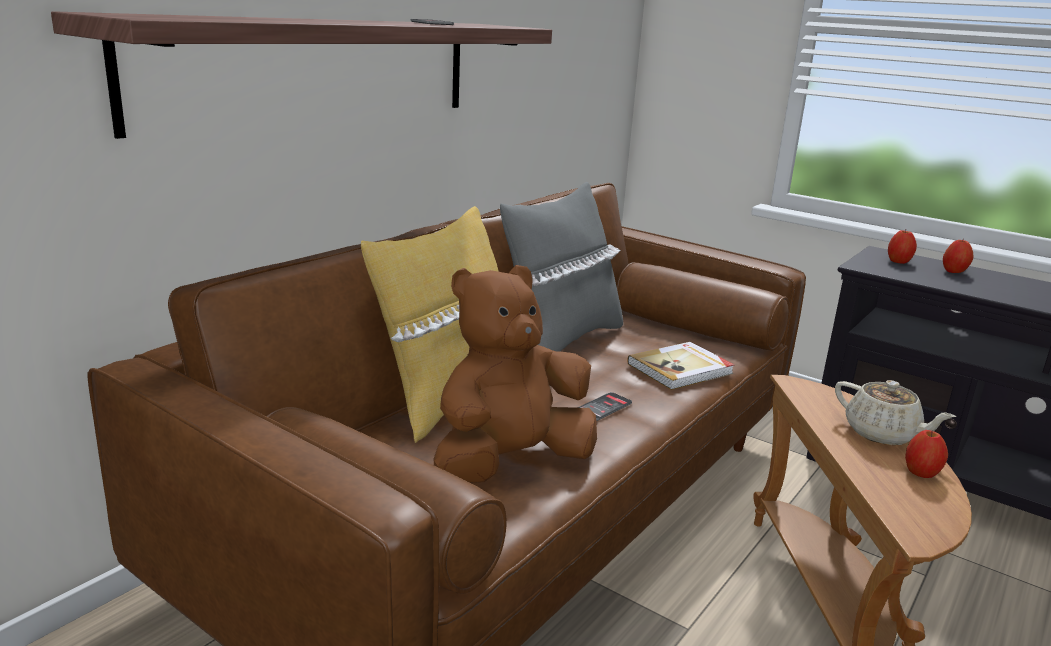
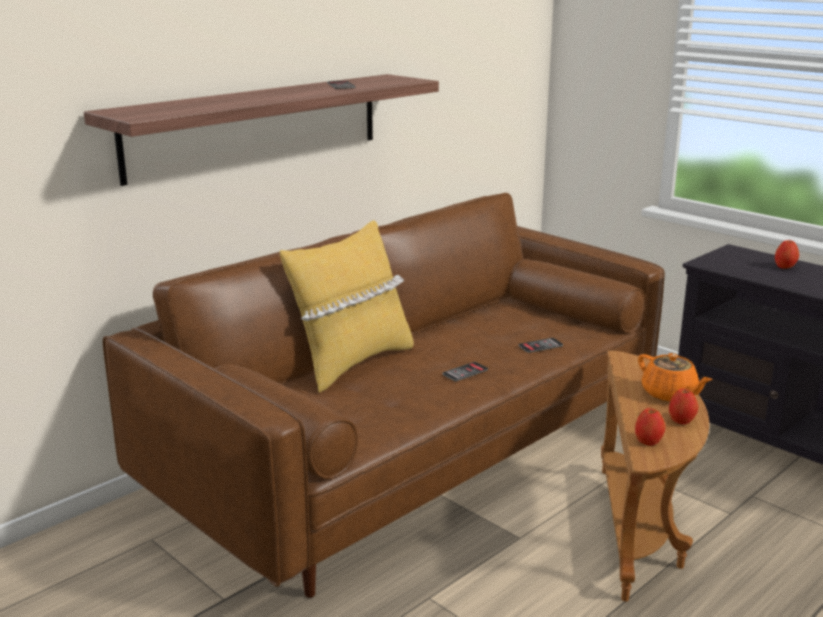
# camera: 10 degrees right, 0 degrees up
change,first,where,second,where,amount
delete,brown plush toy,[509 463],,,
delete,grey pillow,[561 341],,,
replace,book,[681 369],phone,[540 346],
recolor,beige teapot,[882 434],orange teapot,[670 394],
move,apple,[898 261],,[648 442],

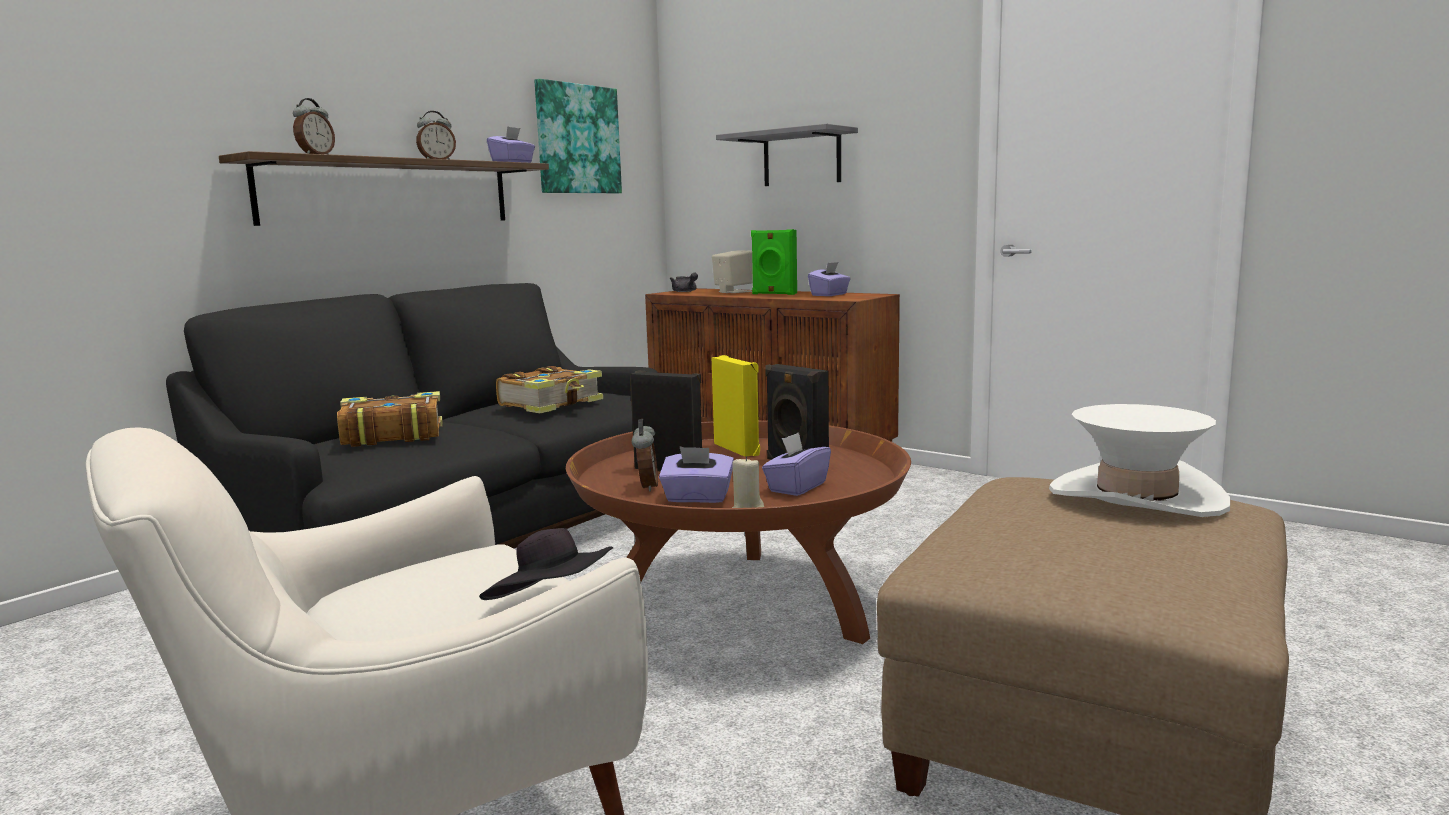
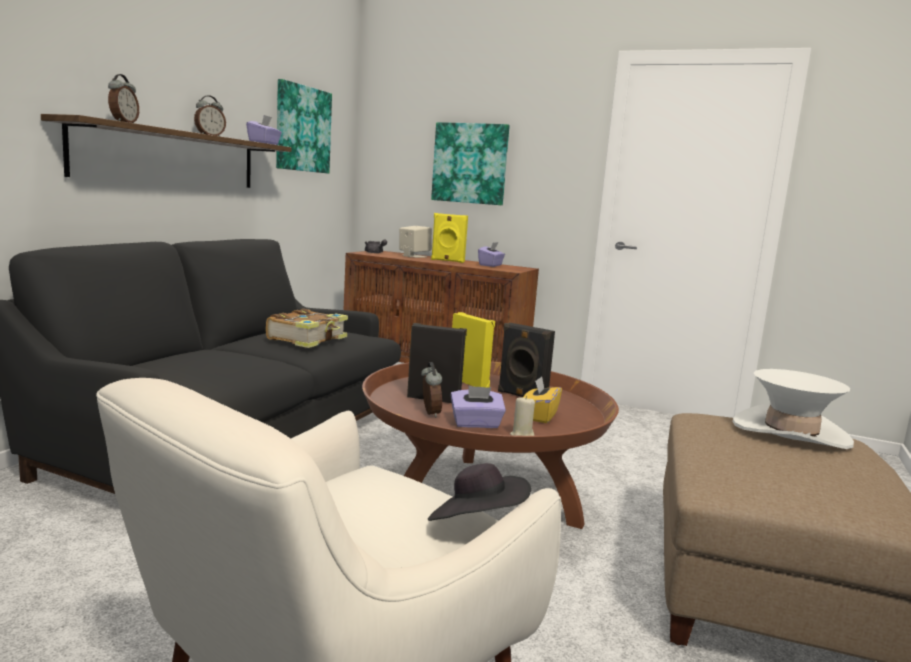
# camera: 15 degrees left, 0 degrees up
change,first,where,second,where,amount
delete,book,[391 435],,,
replace,grey shelf,[802 158],picture,[470 163],
recolor,green speaker,[774 294],yellow speaker,[447 261],
recolor,purple tissue box,[796 487],yellow tissue box,[539 416],

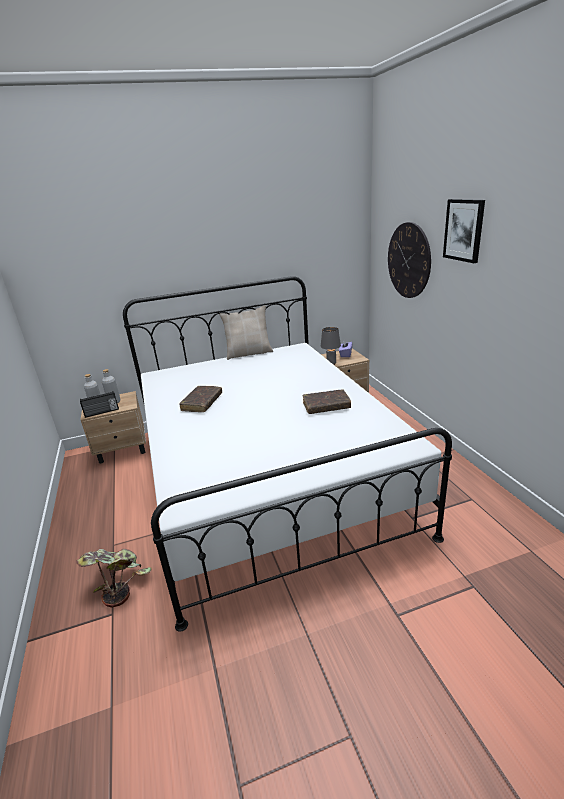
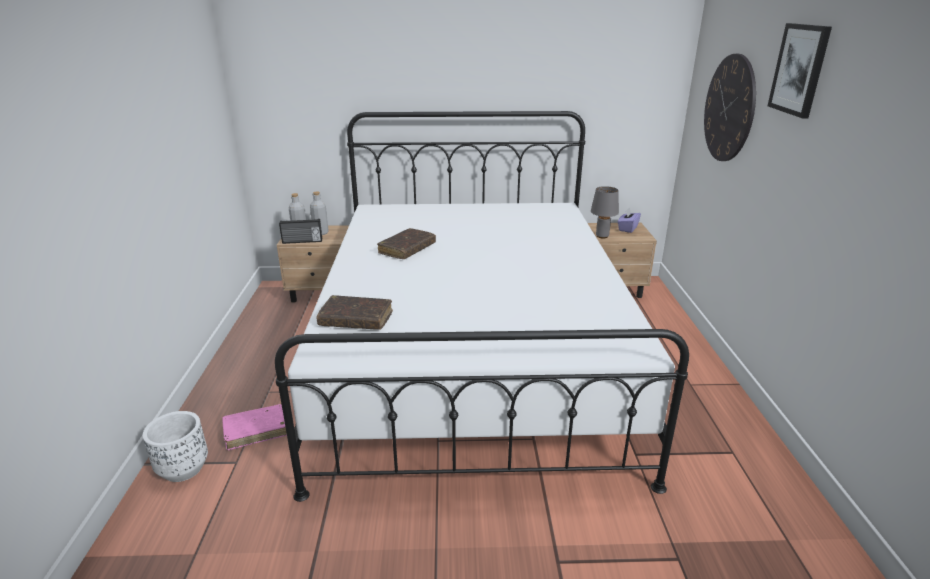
# camera: 15 degrees right, 0 degrees up
change,first,where,second,where,amount
replace,potted plant,[118 582],pink book,[256 431],
delete,beige pillow,[248 353],,,
move,brown book,[326 406],,[356 320],
insert,,,white planter,[183 469],

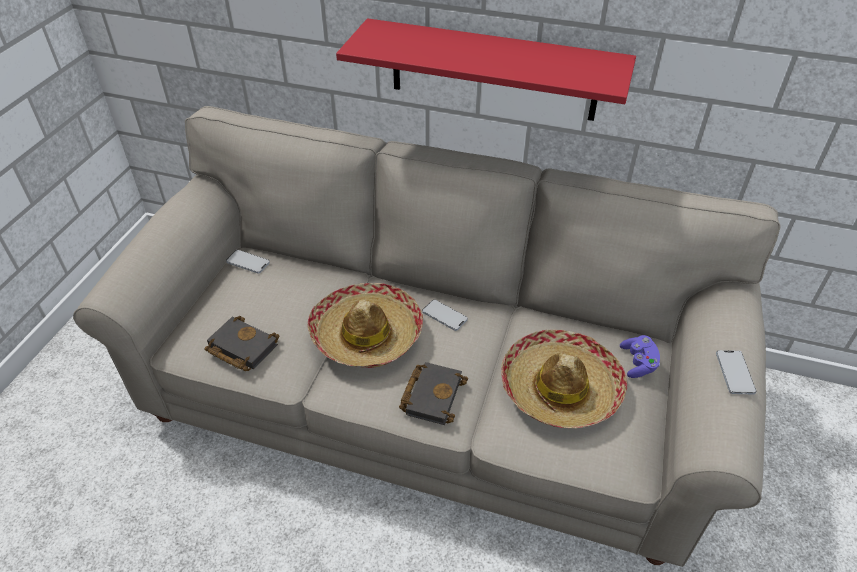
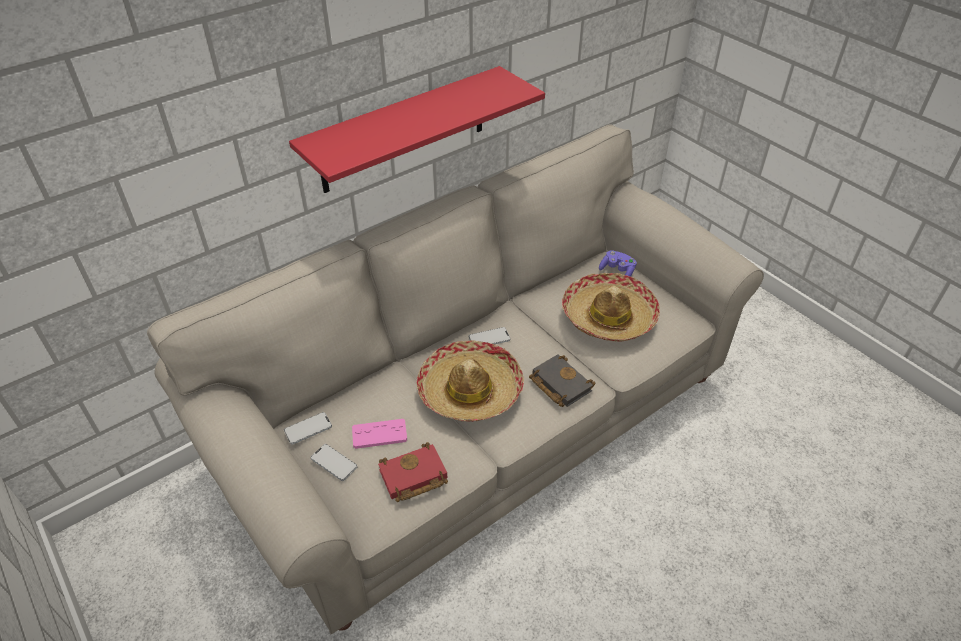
# camera: 55 degrees left, 0 degrees up
change,first,where,second,where,amount
recolor,black book,[240 348],red book,[412 477],
move,phone,[735 373],,[334 463],
insert,,,pink game controller,[379 434],

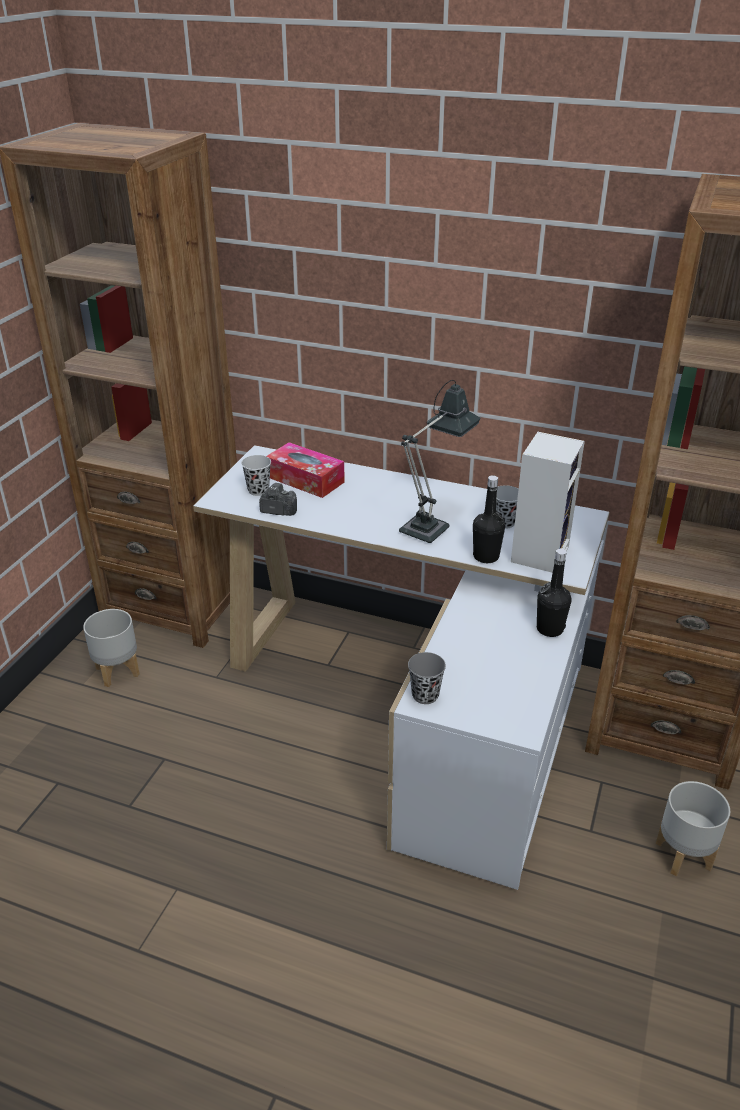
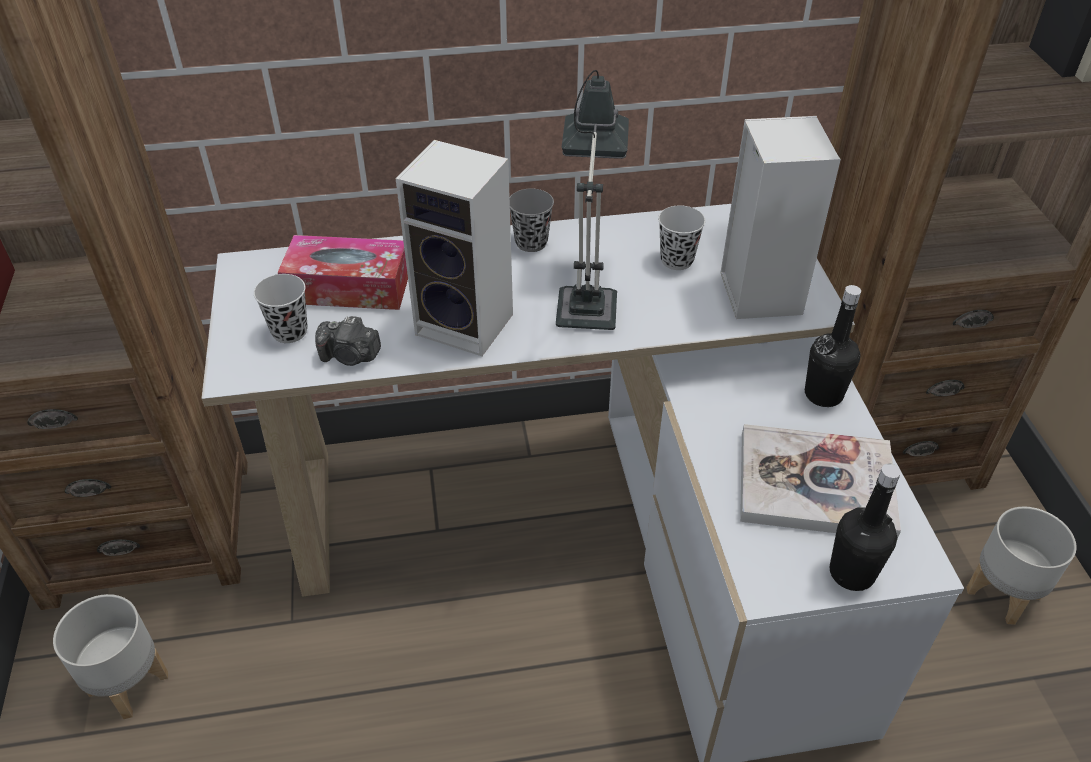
# camera: 30 degrees left, 10 degrees up
change,first,where,second,where,amount
rotate,photo camera,[278 510],,[350 356],150 degrees counterclockwise
move,grey cup,[425 695],,[531 242],
move,black bottle,[486 556],,[851 573],
insert,,,speaker,[468 324],
insert,,,book,[815 484],

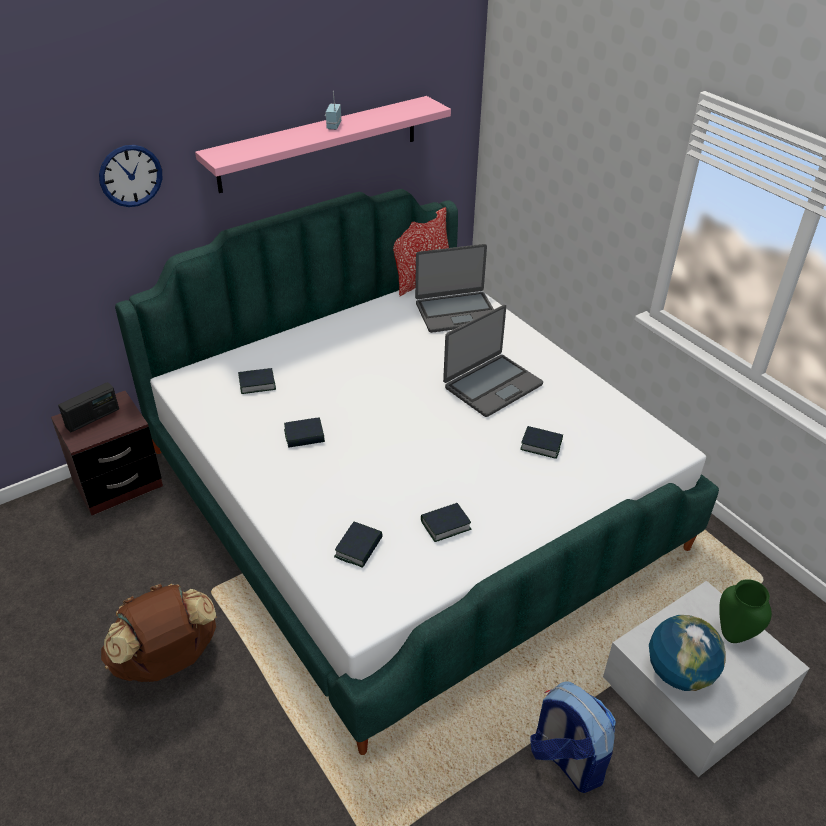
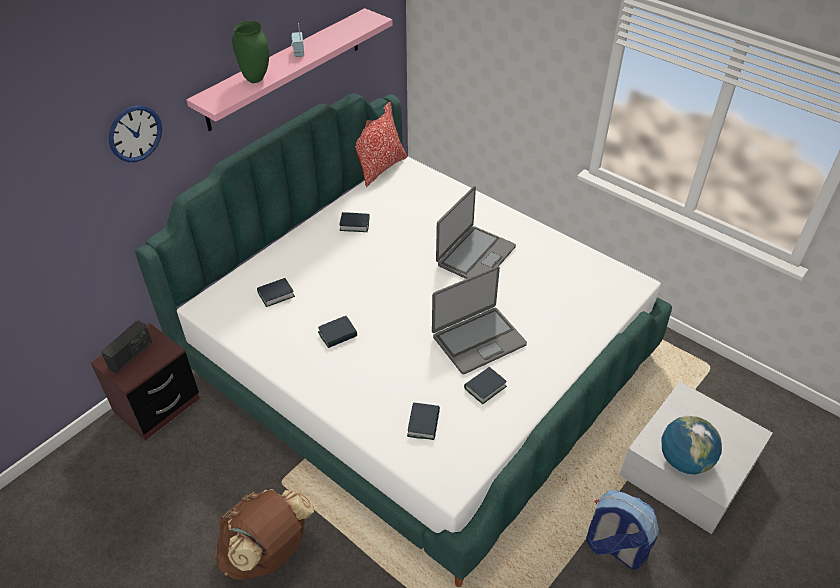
# camera: 15 degrees left, 5 degrees up
change,first,where,second,where,amount
move,laptop,[456 312],,[478 340],
move,book,[541 445],,[354 224],
move,green vase,[734 635],,[256 79],

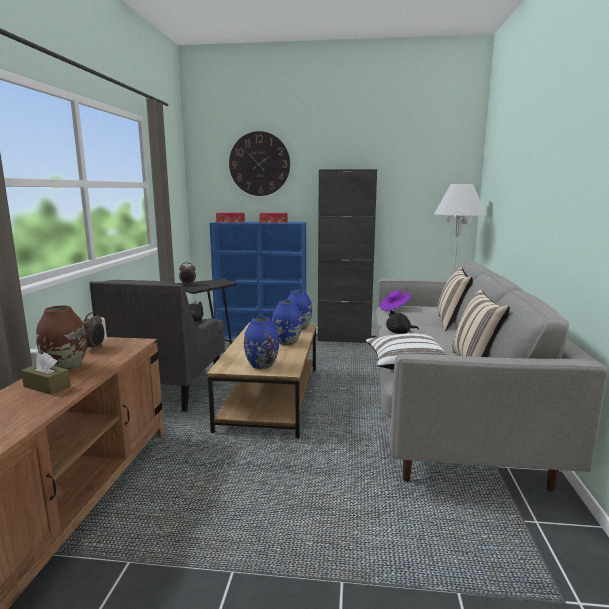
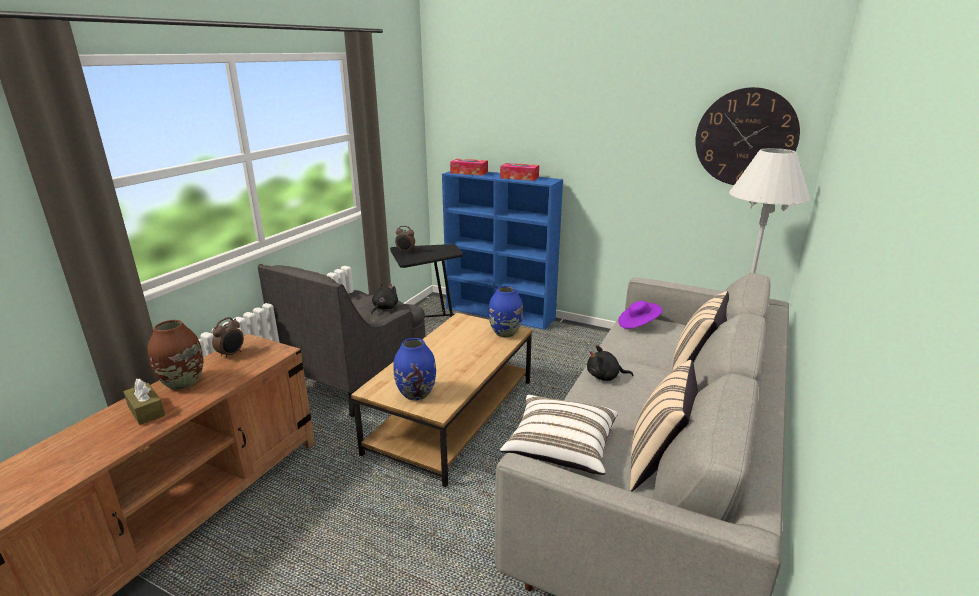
# camera: 20 degrees right, 10 degrees up
change,first,where,second,where,amount
move,wall clock,[259 164],,[745 137],
delete,blue vase,[287 342],,,
delete,black cabinet,[344 339],,,

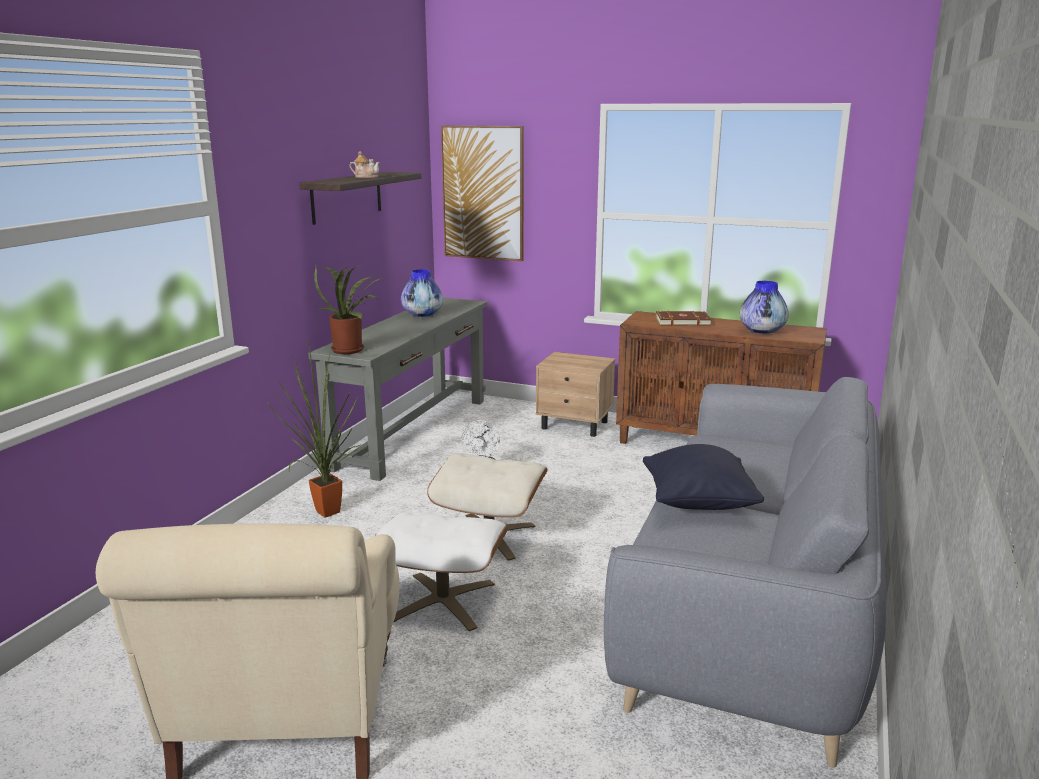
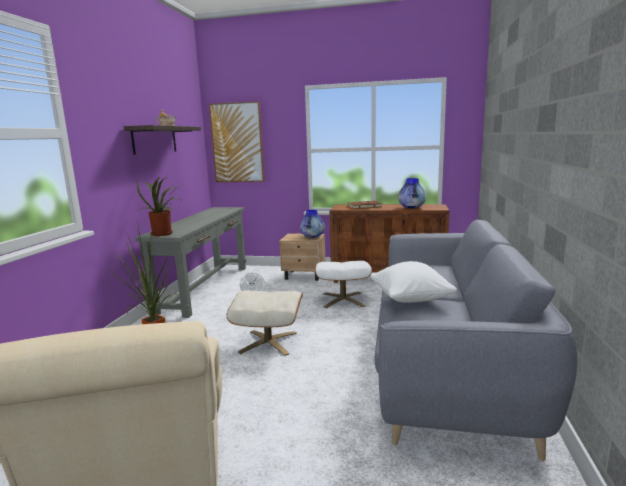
# camera: 10 degrees left, 5 degrees down
change,first,where,second,where,amount
move,white ottoman,[443 601],,[343 300],
move,vase,[422 315],,[312 236],
recolor,black pillow,[698 504],white pillow,[411 300],

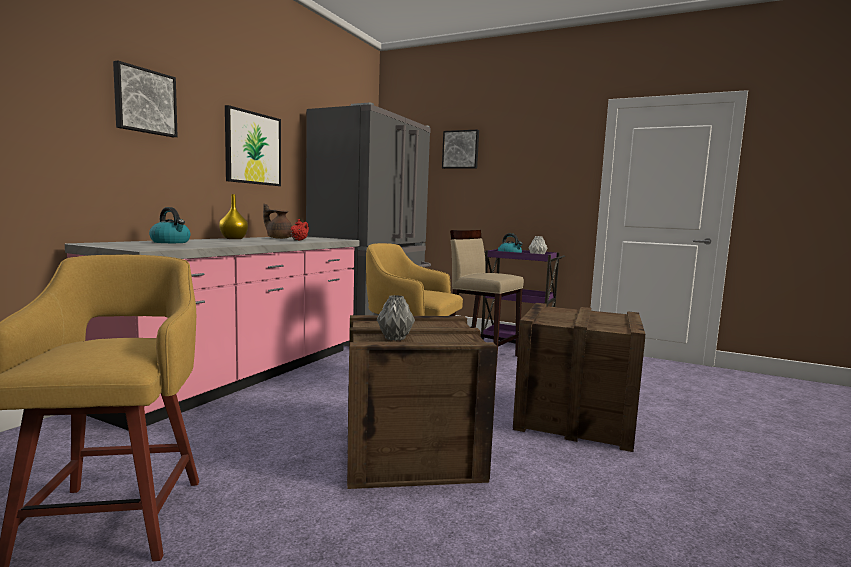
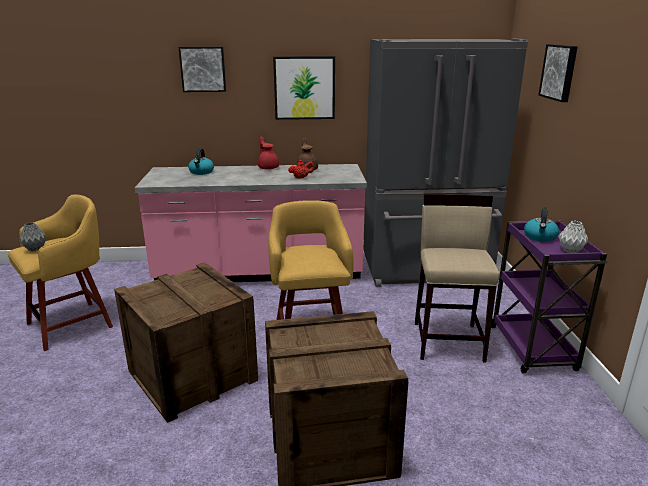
# camera: 60 degrees right, 15 degrees up
change,first,where,second,where,amount
replace,yellow vase,[234 238],red teapot,[268 168],
move,grey vase,[394 338],,[35 249],

